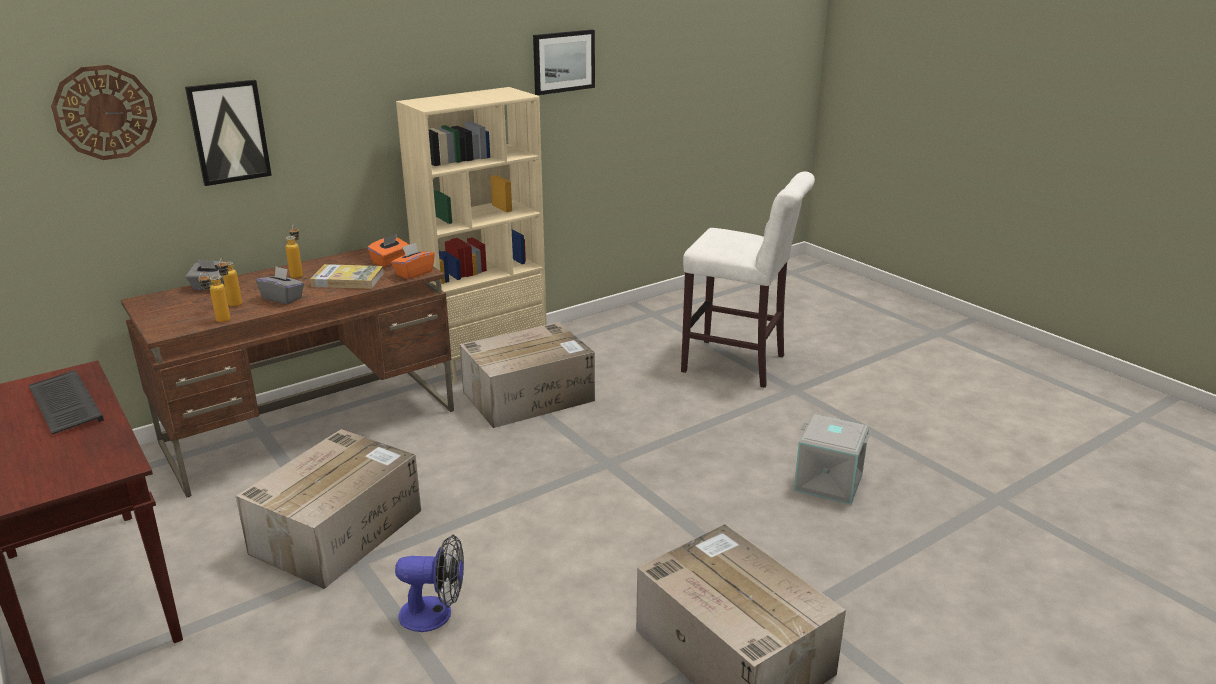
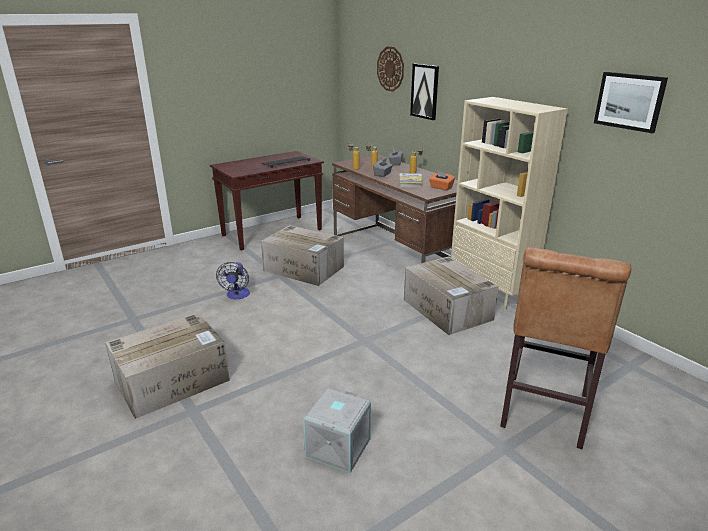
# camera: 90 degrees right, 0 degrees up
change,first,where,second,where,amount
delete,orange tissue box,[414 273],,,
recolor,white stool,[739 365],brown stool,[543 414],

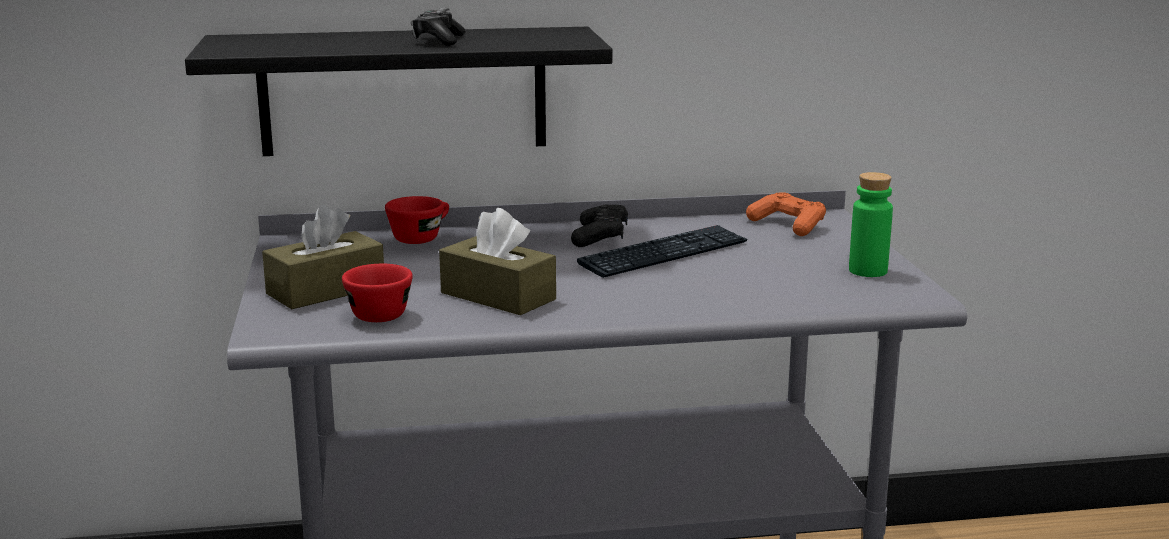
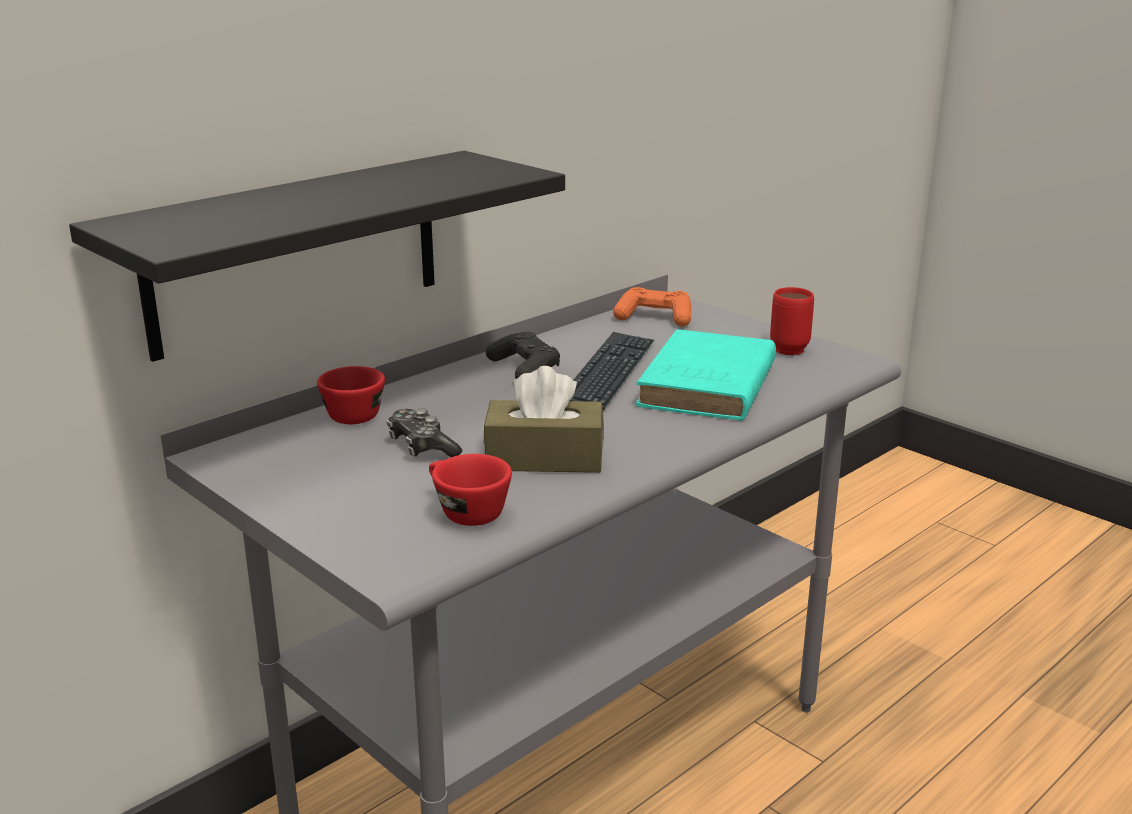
# camera: 35 degrees left, 5 degrees up
change,first,where,second,where,amount
delete,brown tissue box,[326 290],,,
move,game controller,[438 40],,[422 447],
replace,green bottle,[868 271],red mug,[785 347],
insert,,,turquoise book,[706 386],

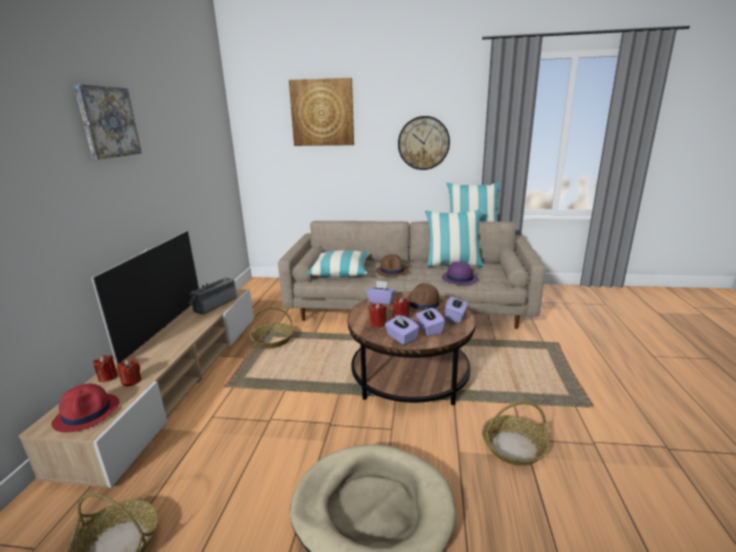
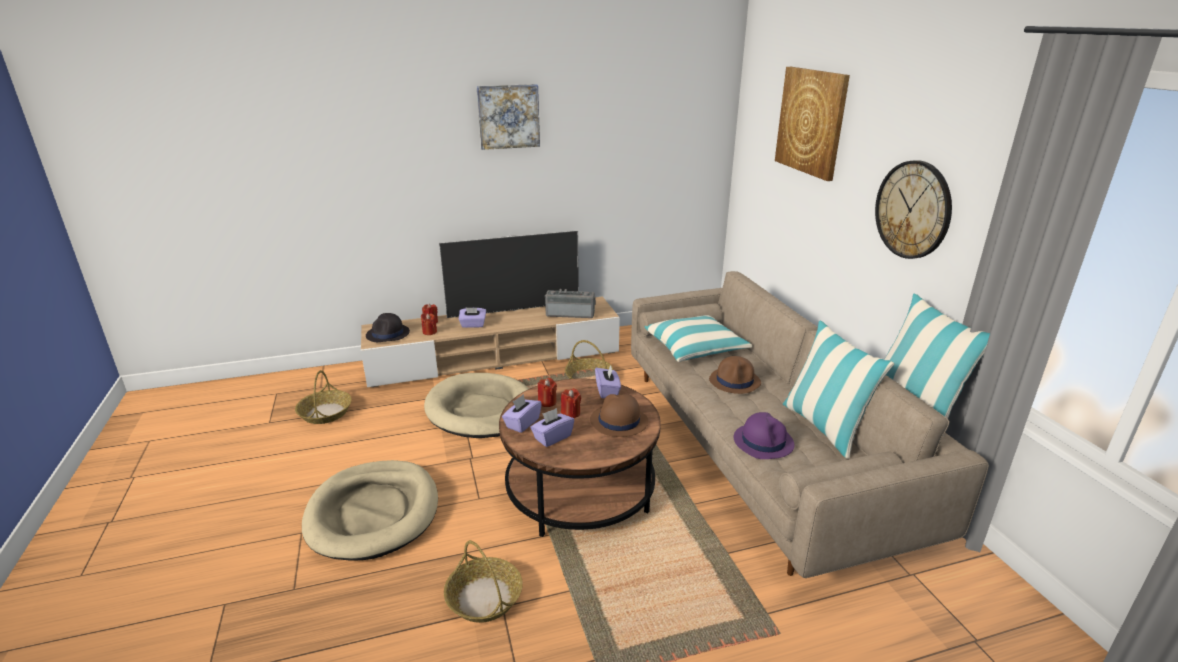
# camera: 65 degrees right, 5 degrees up
change,first,where,second,where,amount
recolor,red hat,[87 413],black hat,[388 334],
move,purple tissue box,[456 317],,[473 325],
insert,,,beige dog bed,[481 410],

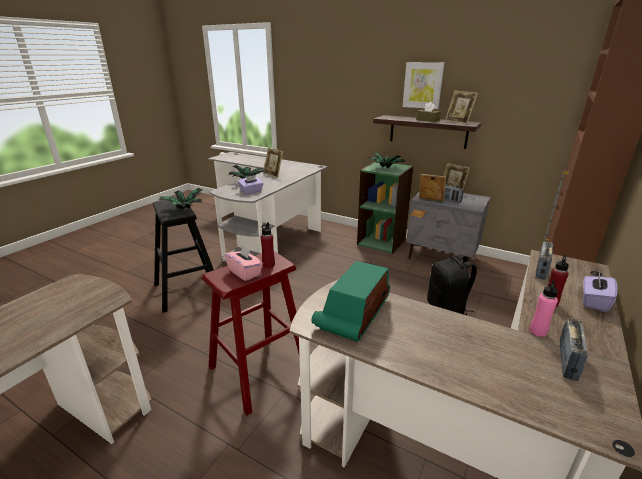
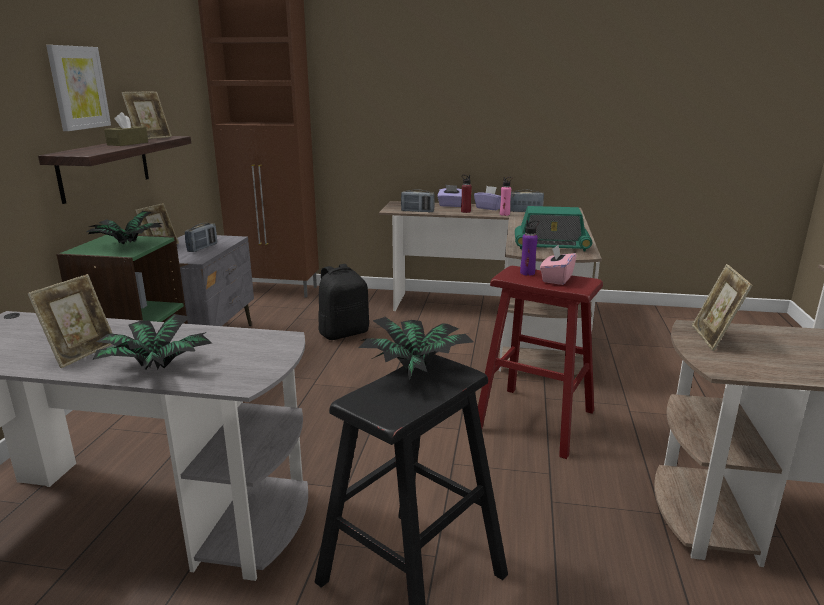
# camera: 110 degrees left, 5 degrees down
change,first,where,second,where,amount
move,purple tissue box,[251 191],,[489 208],
recolor,red bottle,[268 265],purple bottle,[527 273],
move,picture frame,[430 201],,[714 338],

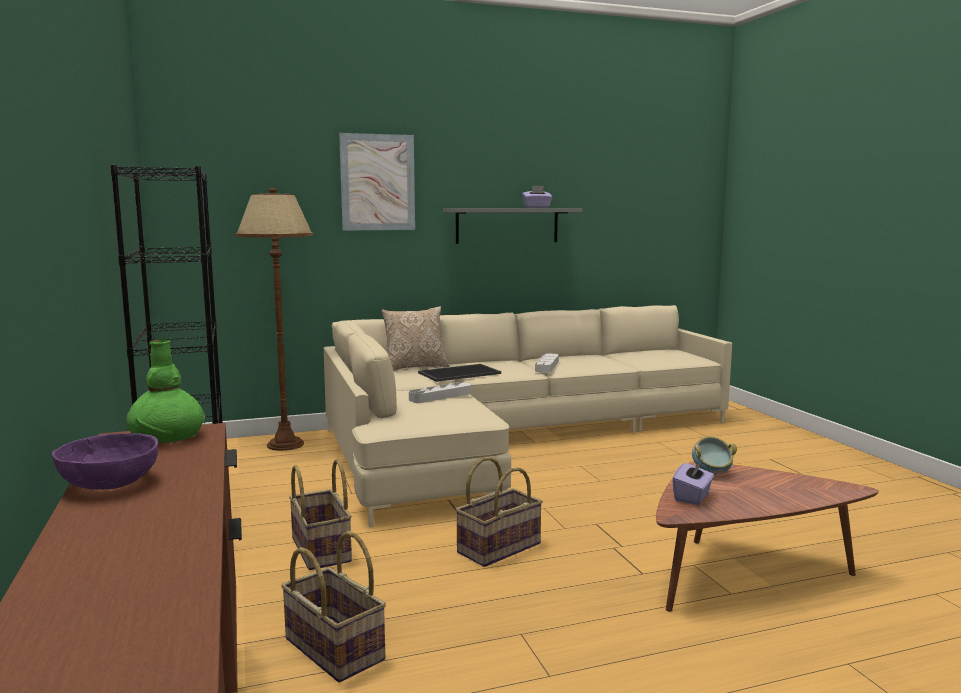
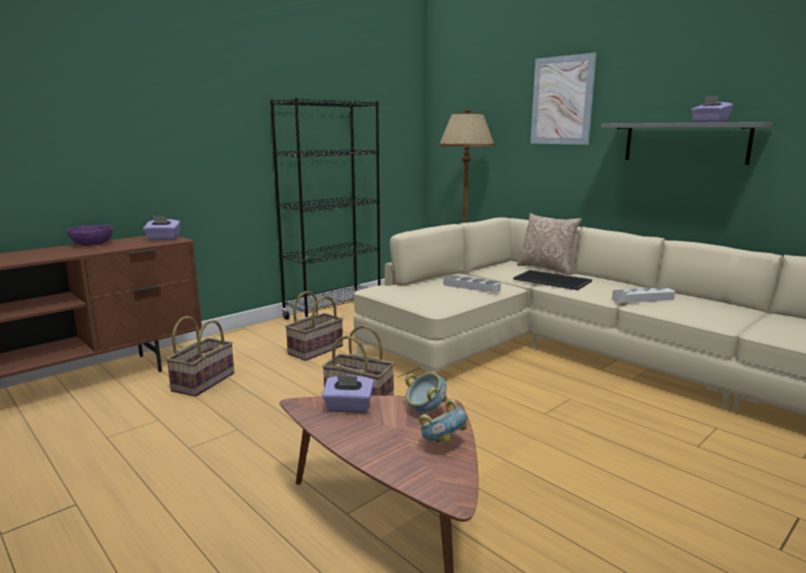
# camera: 65 degrees right, 5 degrees up
change,first,where,second,where,amount
replace,green vase,[167 437],purple tissue box,[163 239],
insert,,,bowl,[443 444],

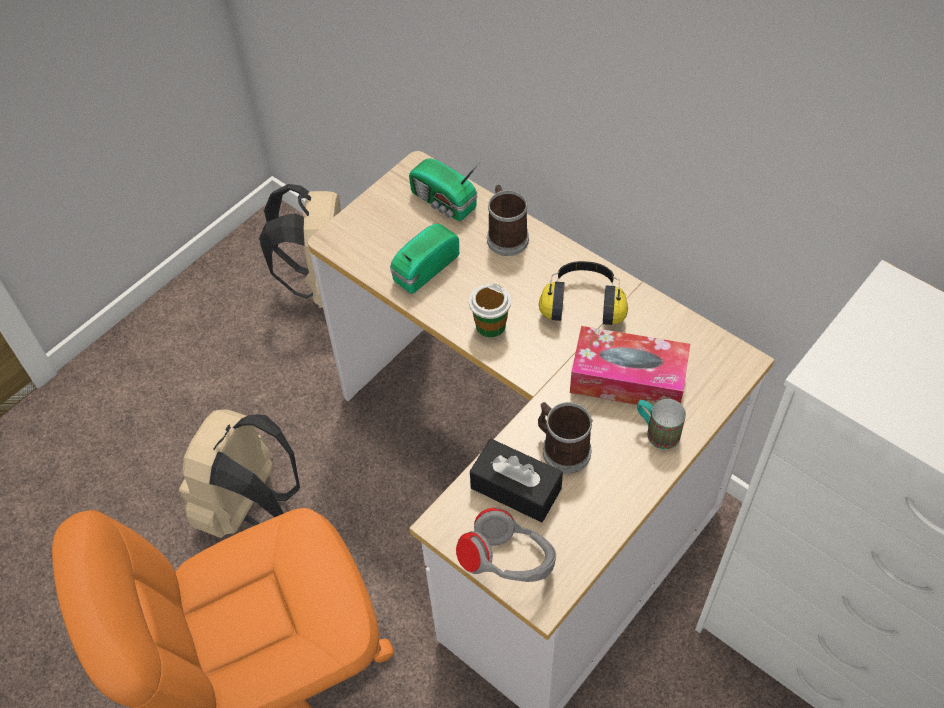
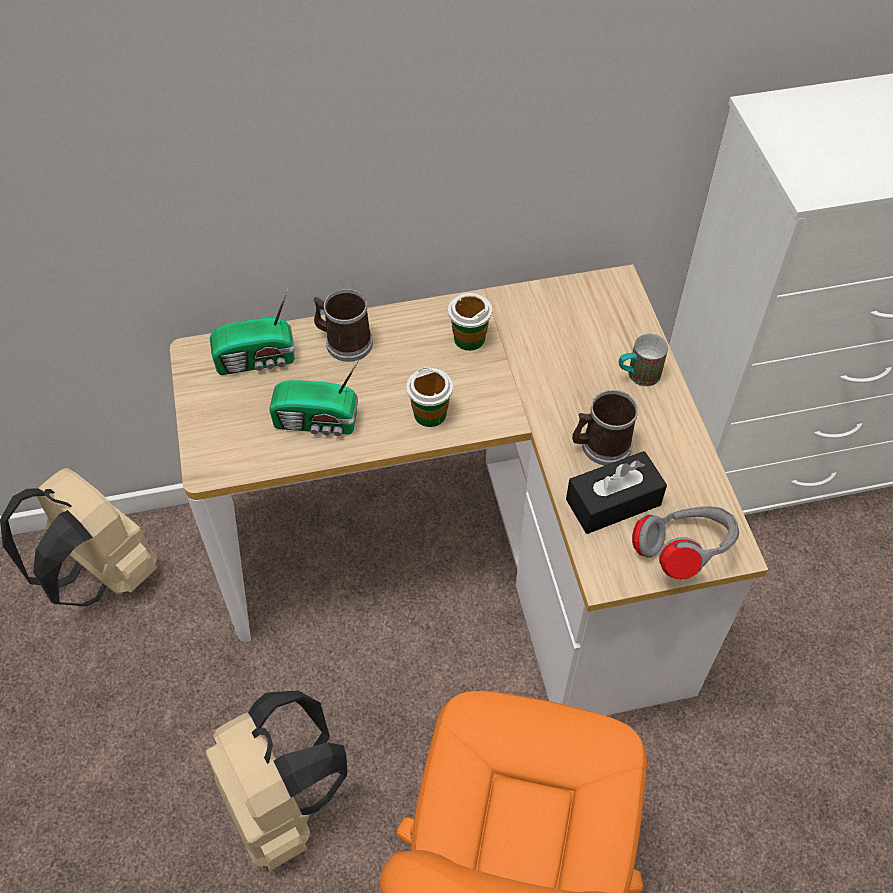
# camera: 55 degrees left, 0 degrees up
change,first,where,second,where,amount
rotate,radio,[423 269],,[318 422],75 degrees counterclockwise
replace,headphones,[583 303],cup,[469 338],
delete,tissue box,[627 379],,,

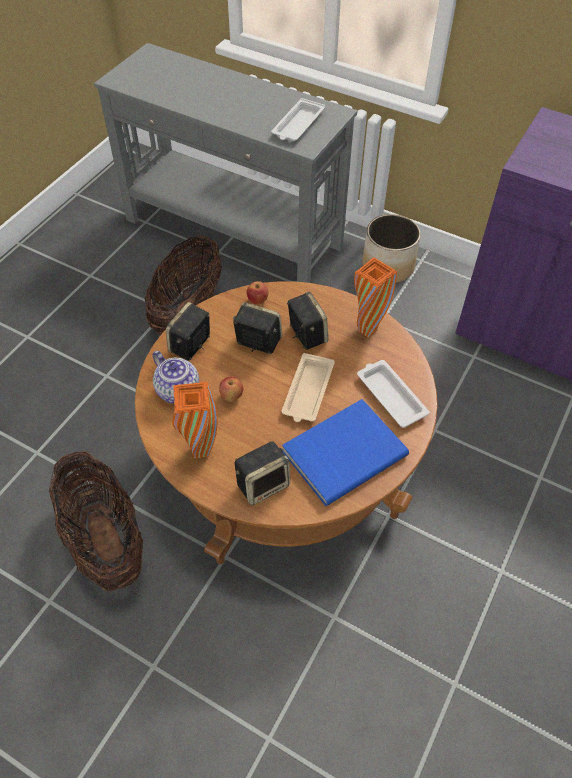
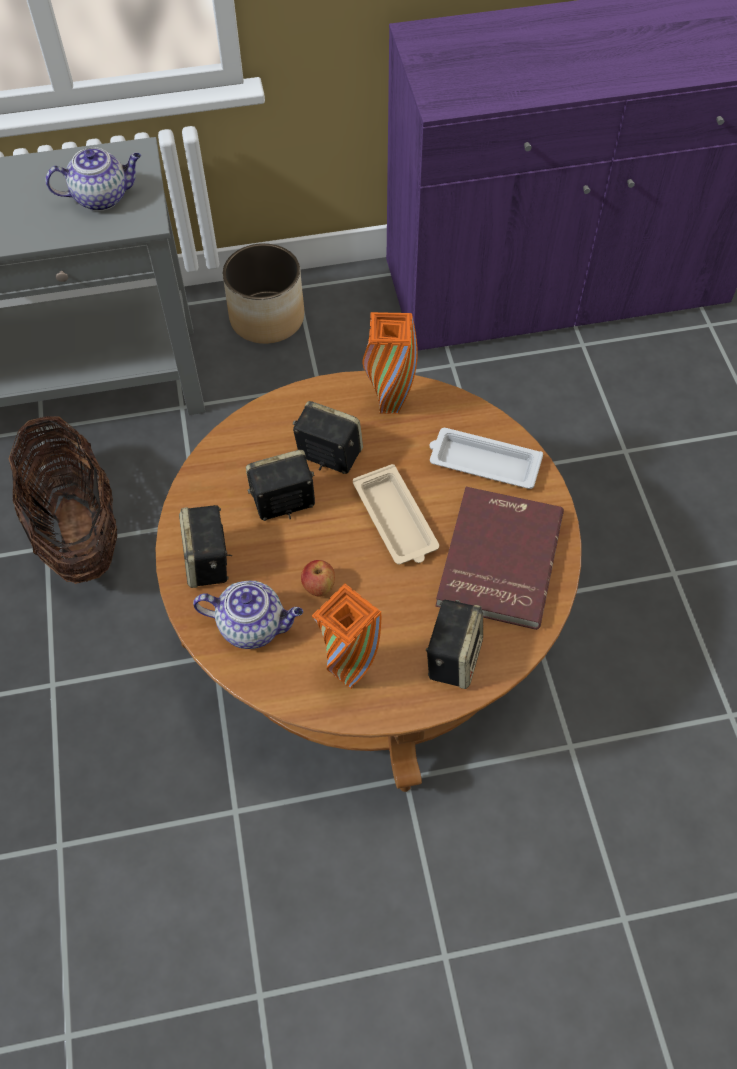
# camera: 40 degrees left, 5 degrees up
change,first,where,second,where,amount
delete,basket,[105 540],,,
delete,apple,[258 300],,,
replace,white tray,[297 125],teapot,[102 197],
recolor,blue book,[343 452],red book,[496 559],

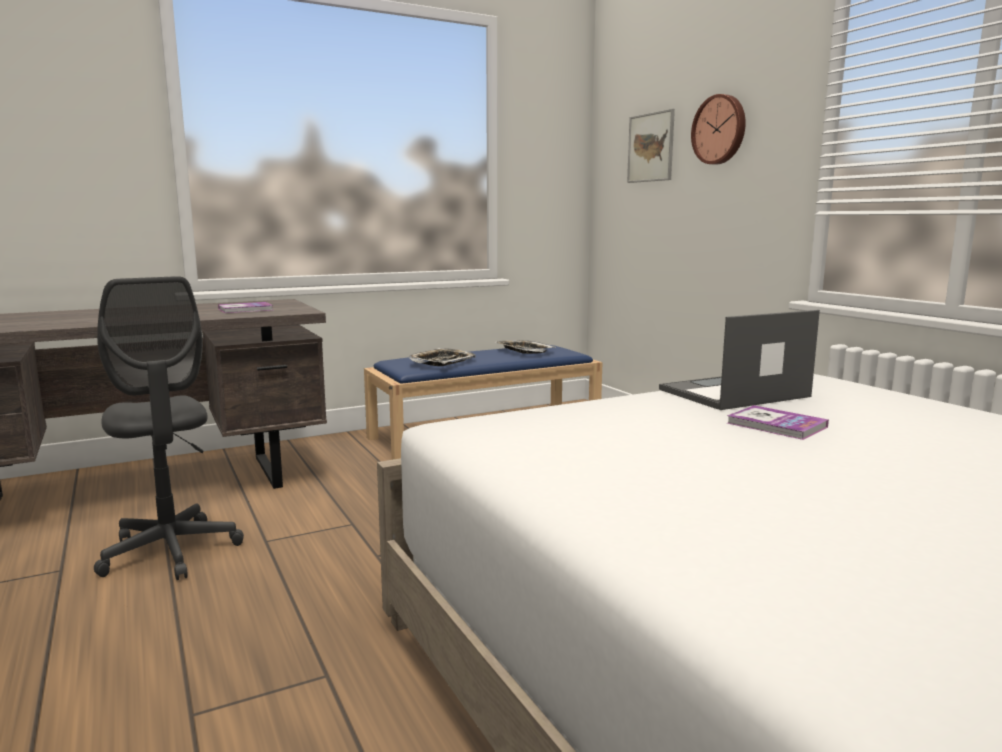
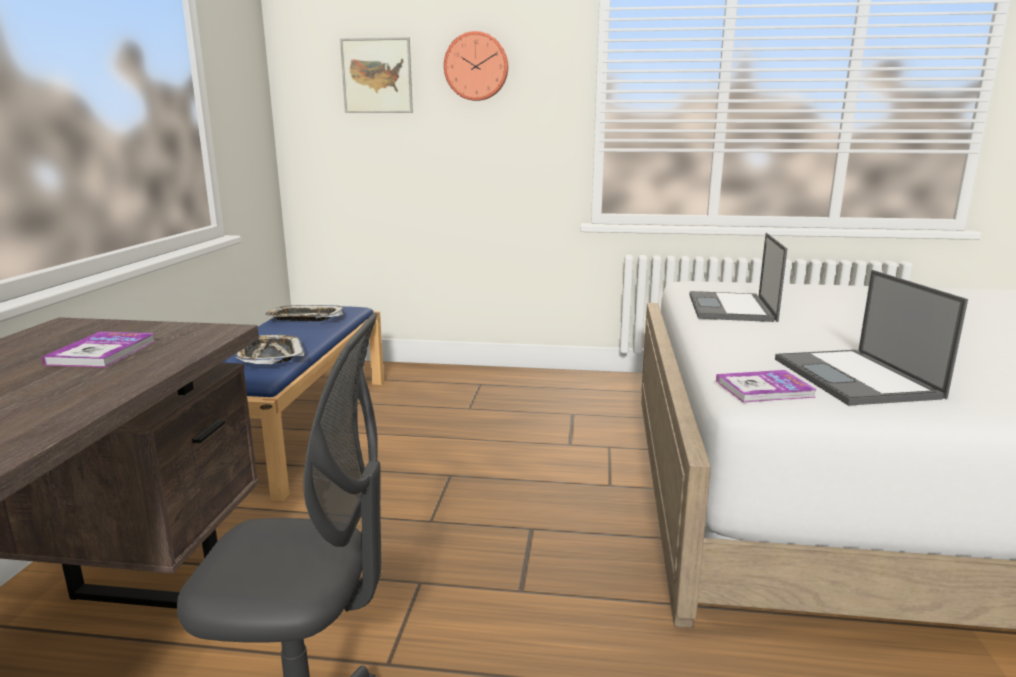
# camera: 55 degrees left, 5 degrees up
change,first,where,second,where,amount
move,book,[776 425],,[764 389],
insert,,,laptop,[856 378],

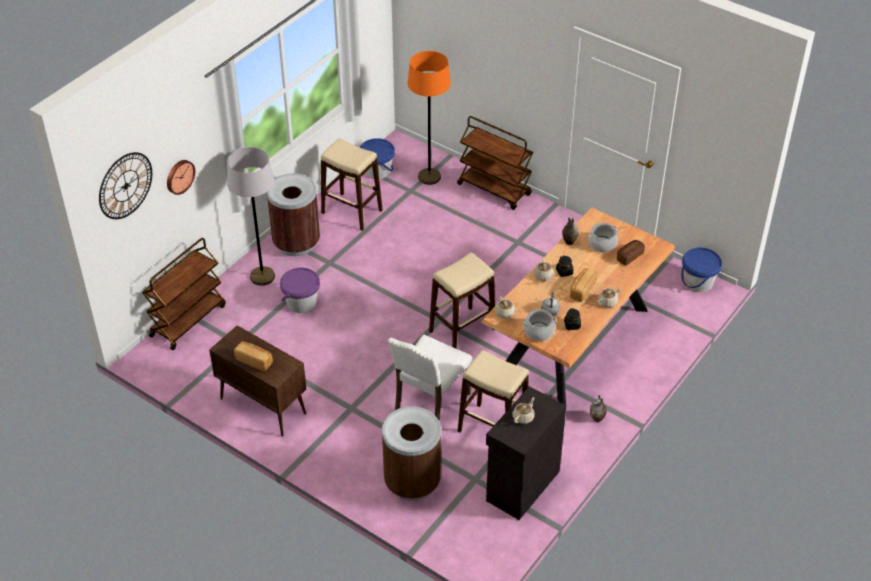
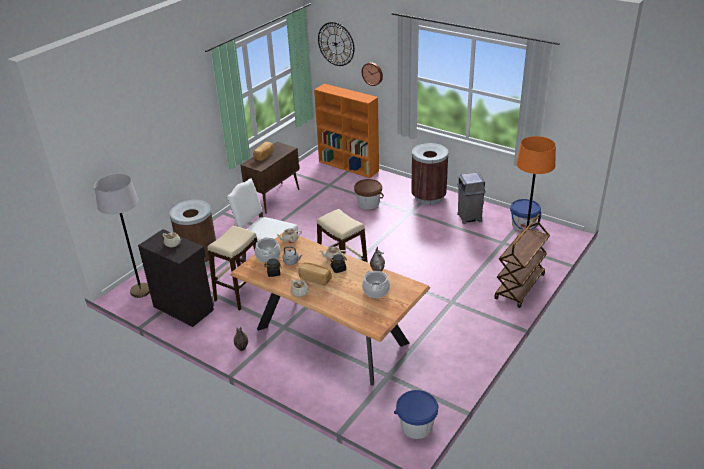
# camera: 90 degrees right, 10 degrees down
change,first,where,second,where,amount
replace,brown cart,[188 320],orange bookcase,[349 166],
move,grey floor lamp,[262 276],,[141 291],
recolor,purple bucket,[301 302],brown bucket,[368 204],
replace,beige stool,[352 211],grey trash can,[469 217],
delete,bread,[630 256],,,

